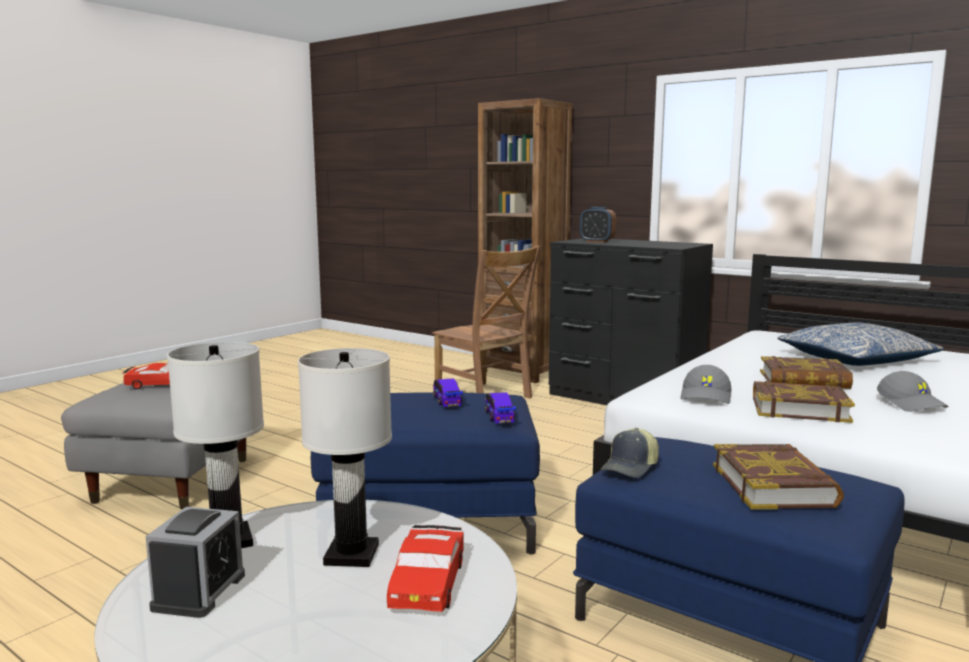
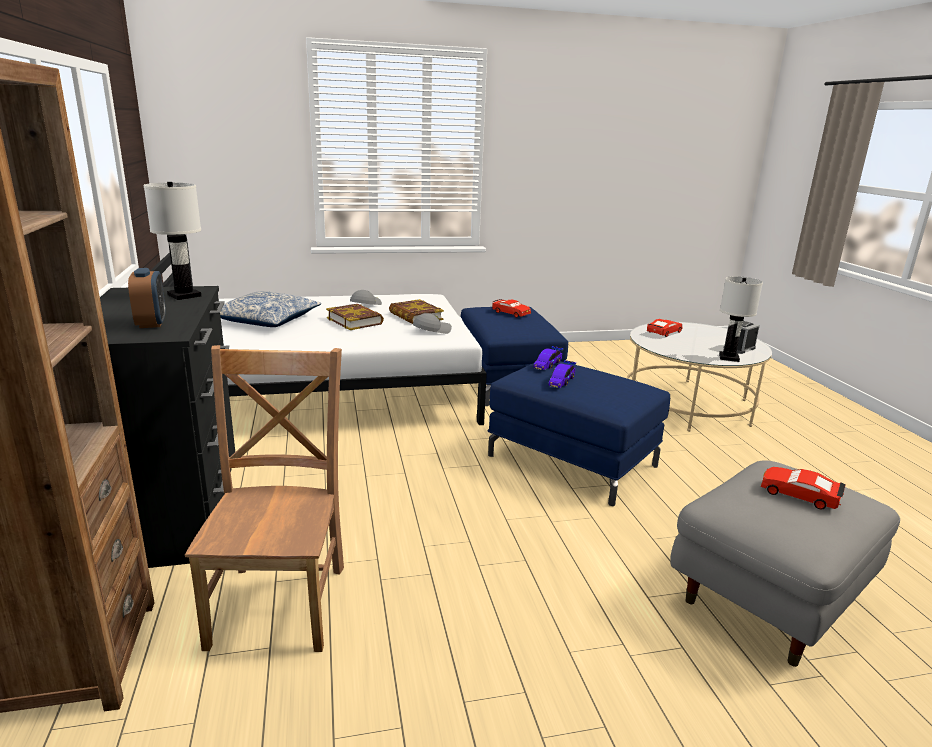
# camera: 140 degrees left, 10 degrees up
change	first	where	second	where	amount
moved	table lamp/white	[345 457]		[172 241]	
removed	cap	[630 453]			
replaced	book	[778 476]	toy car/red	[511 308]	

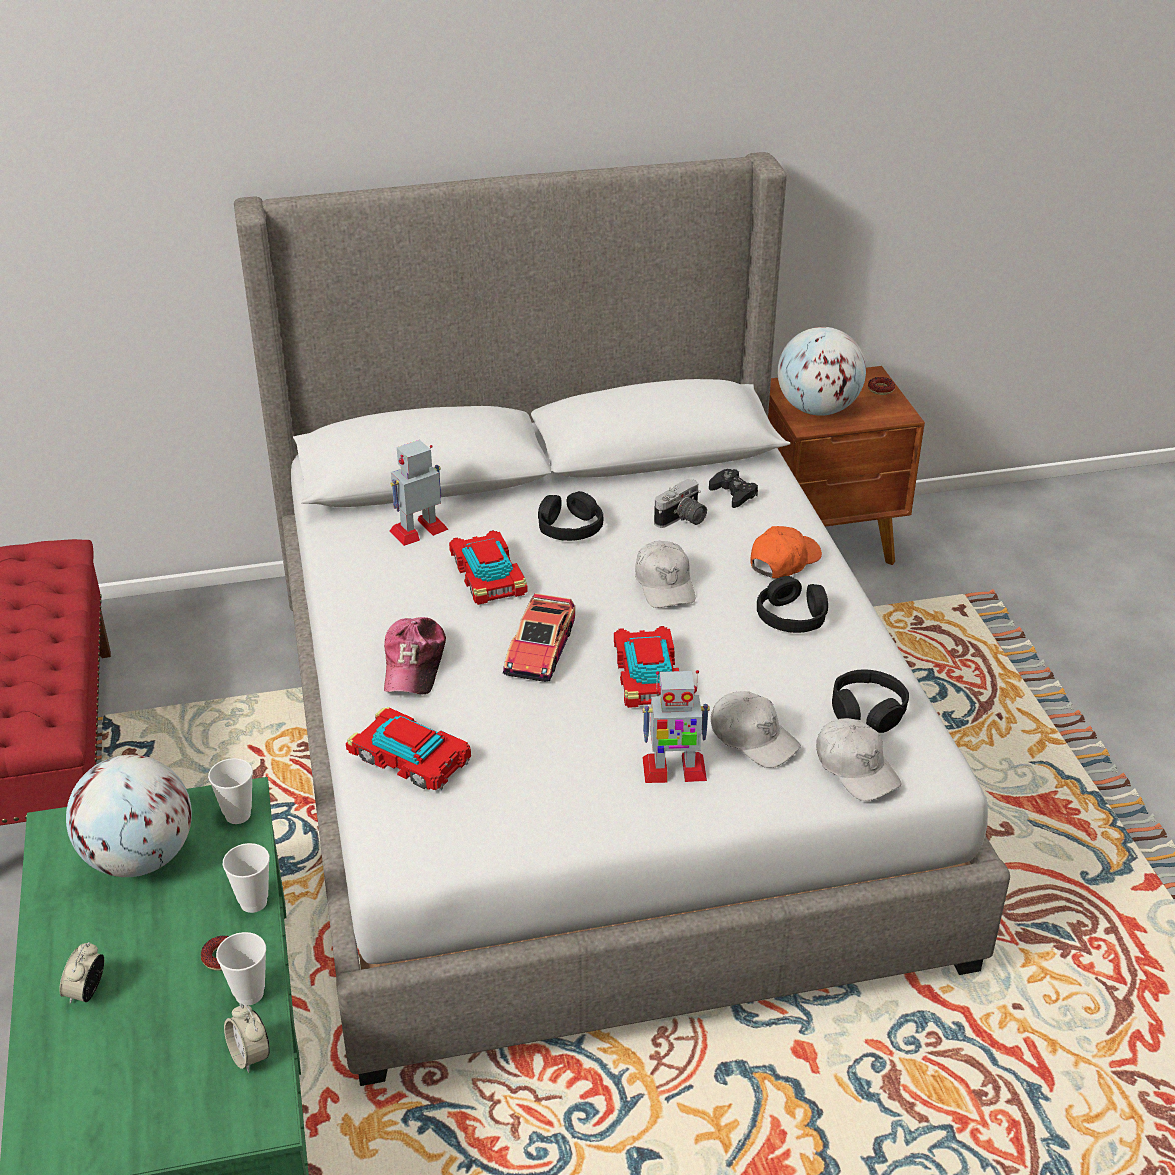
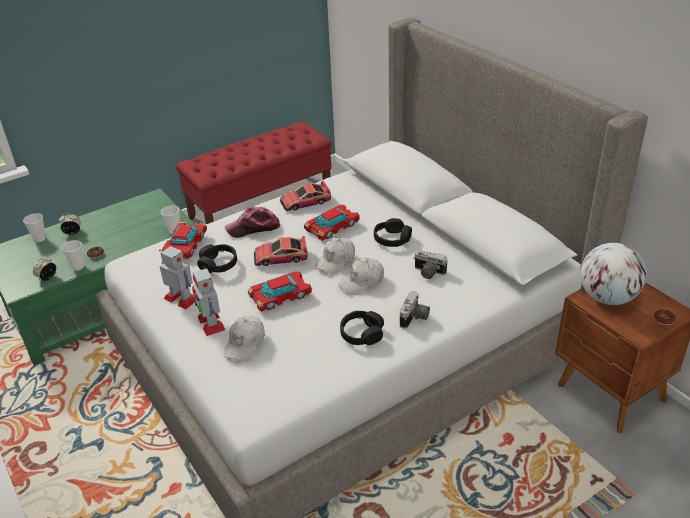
# camera: 70 degrees right, 0 degrees up
change	first	where	second	where	amount
removed	globe	[129 816]			
moved	cup	[246 878]		[34 227]	
moved	toy robot	[419 493]		[177 277]	
removed	game controller/black	[733 488]			
replaced	cap/orange	[786 552]	photo camera	[415 309]	
moved	cap/white	[858 759]		[335 255]	
moved	headphones/black	[870 701]		[217 258]	
added			toy car	[305 196]	

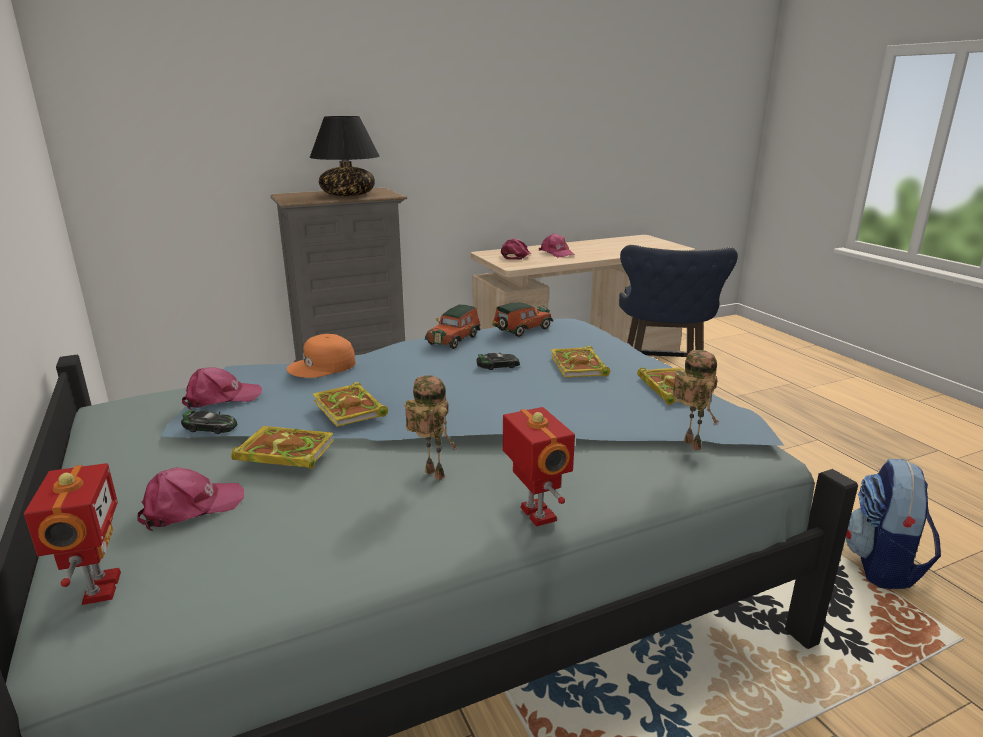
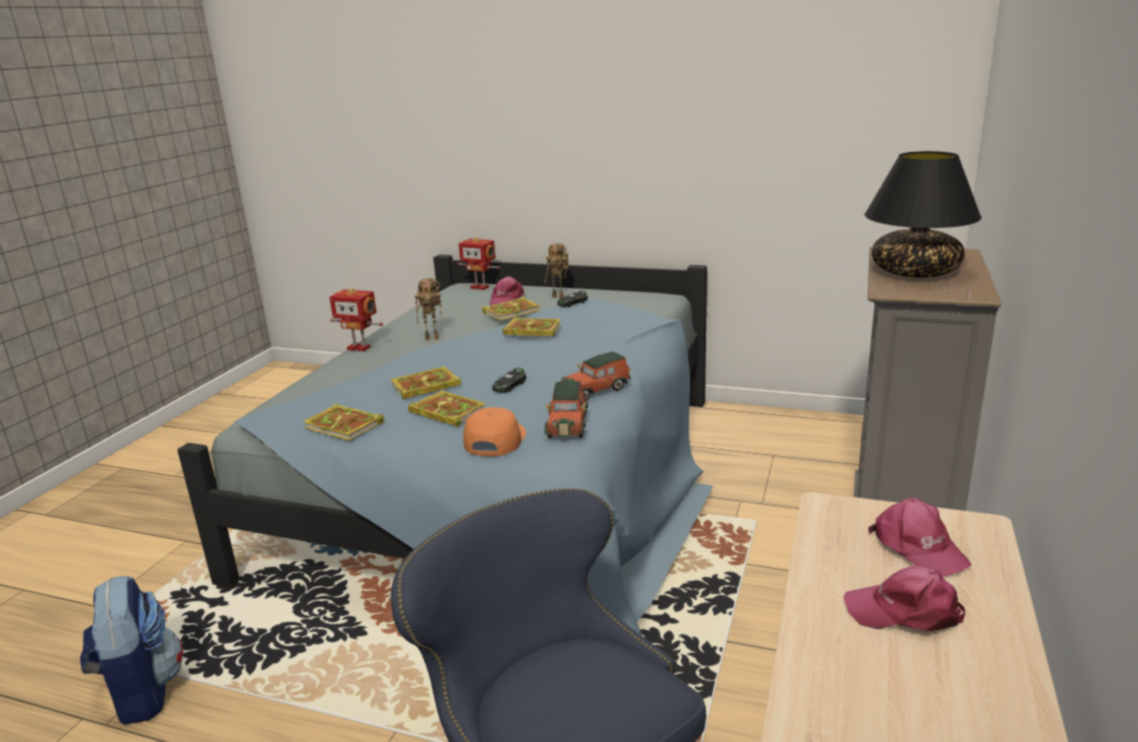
# camera: 135 degrees right, 0 degrees up
change	first	where	second	where	amount
removed	cap/pink	[222 388]			
moved	cap/orange	[321 356]		[494 431]	
turned	toy car	[452 327]		[596 376]	105 degrees counterclockwise
moved	toy robot	[695 400]		[557 270]	
added			book	[426 383]	

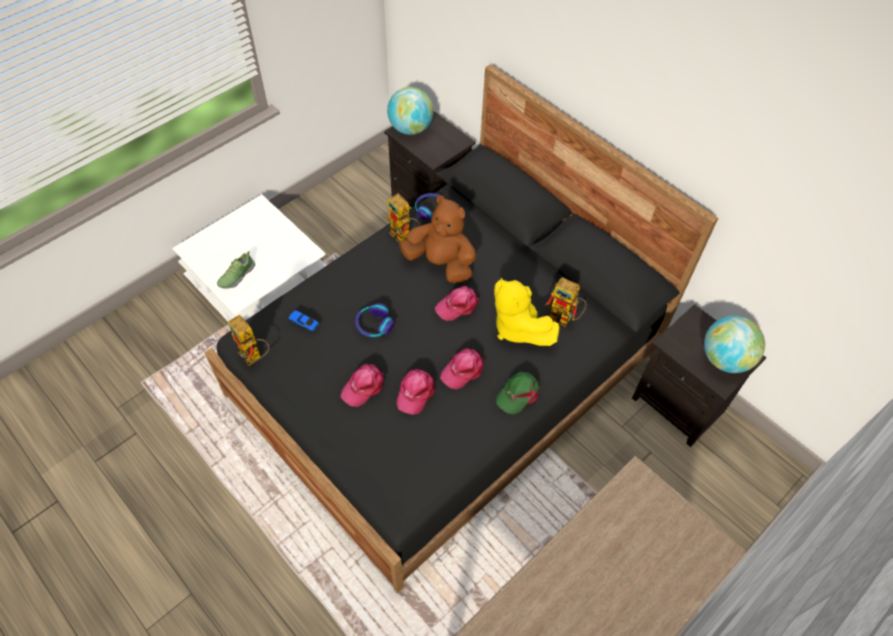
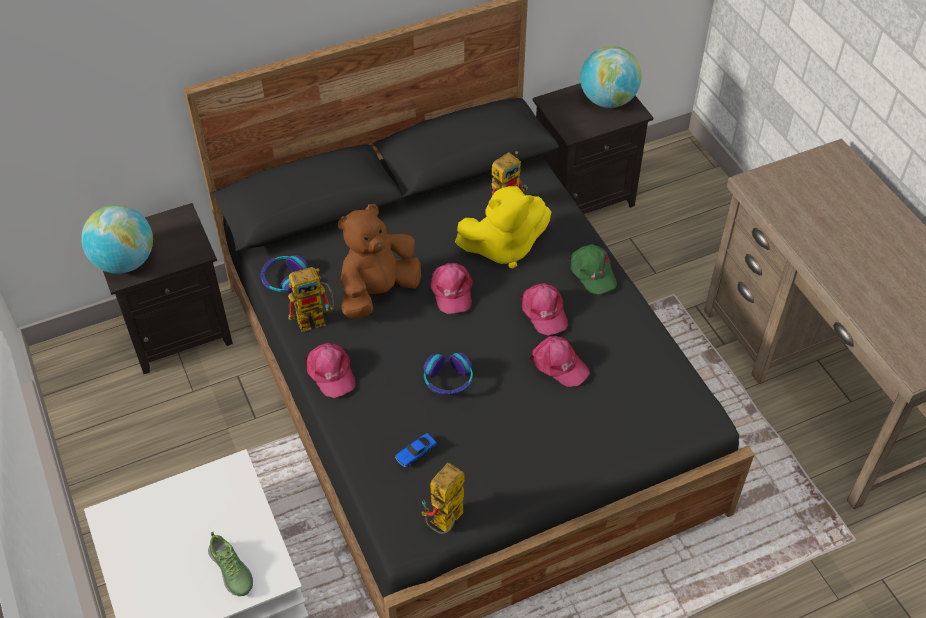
# camera: 70 degrees left, 5 degrees down
change	first	where	second	where	amount
turned	toy robot	[248 340]		[443 498]	150 degrees clockwise
moved	cap/pink	[362 385]		[330 370]	

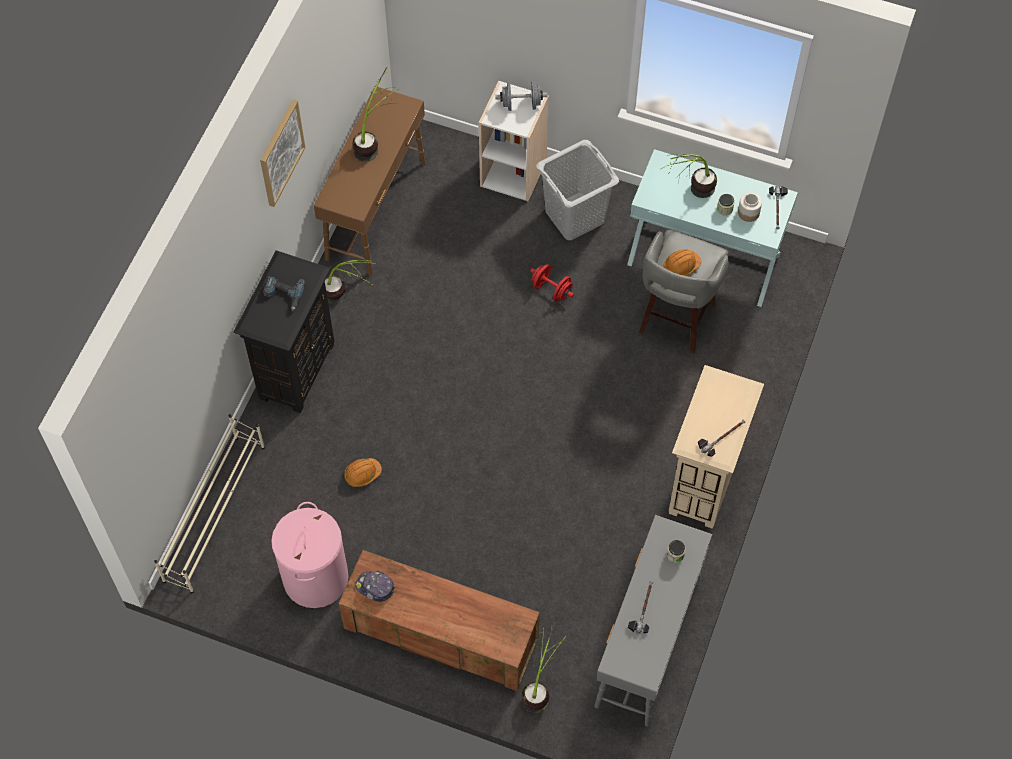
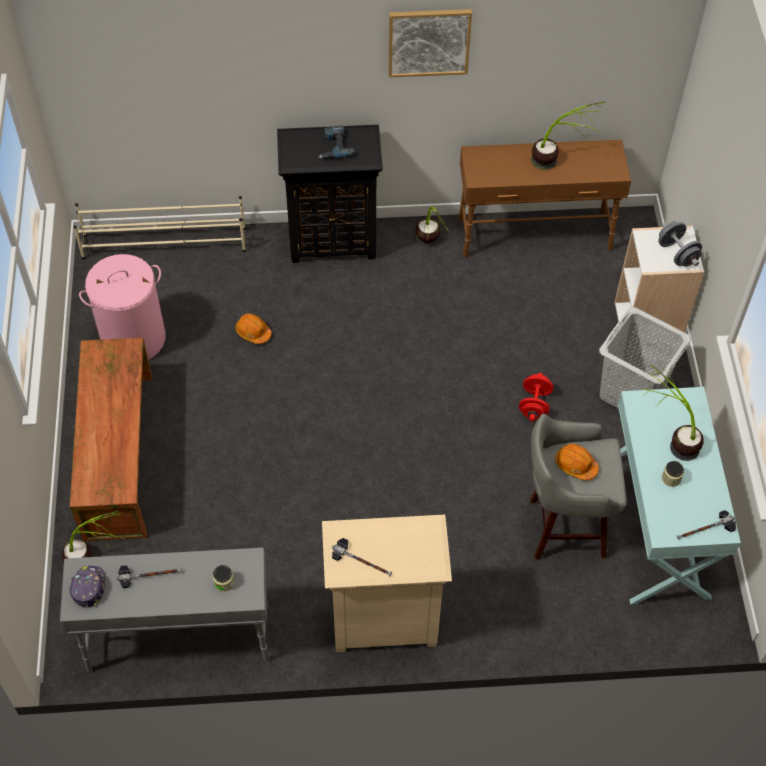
# camera: 65 degrees right, 5 degrees down
change	first	where	second	where	amount
moved	cap	[375 586]		[87 587]	
removed	jar	[750 207]			

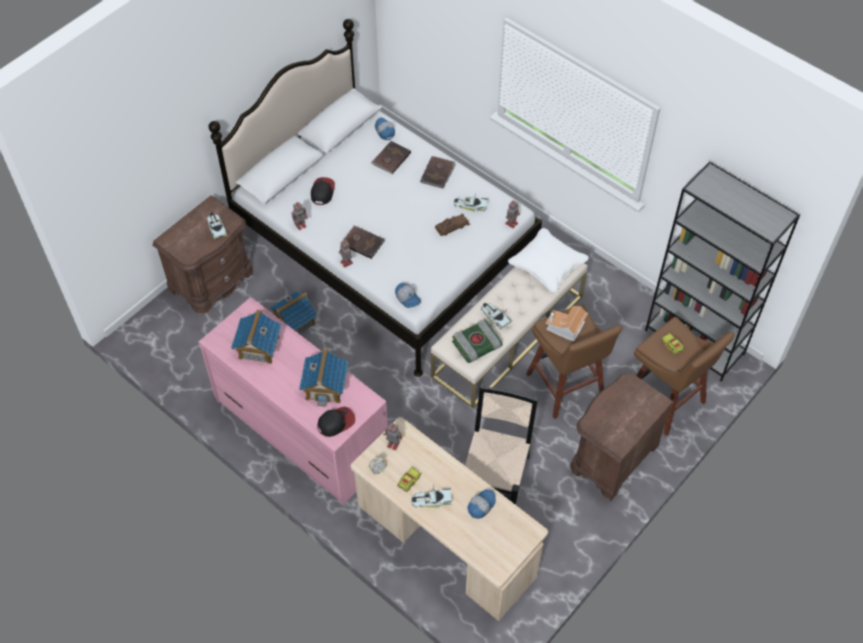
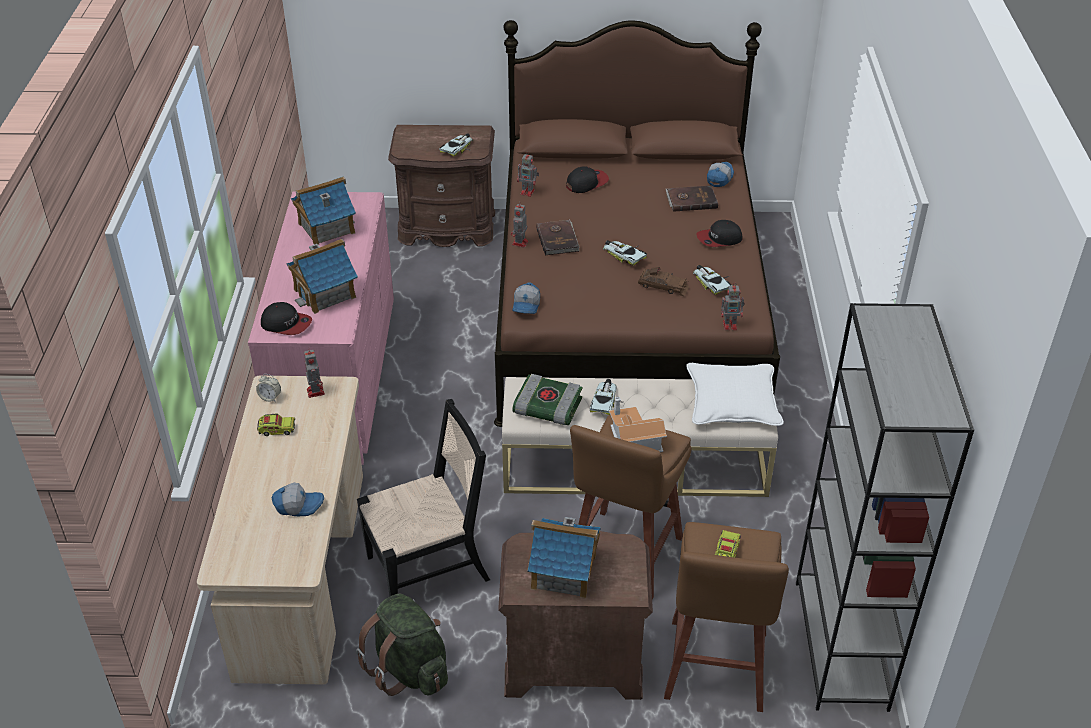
# camera: 50 degrees right, 15 degrees down
change	first	where	second	where	amount
recoloured	bed/white	[375 198]	bed/brown	[637 223]	
moved	toy house	[294 312]		[564 558]	
moved	toy car	[431 497]		[625 253]	
replaced	book/brown	[438 172]	cap	[719 233]	
added			backpack/green	[402 644]	

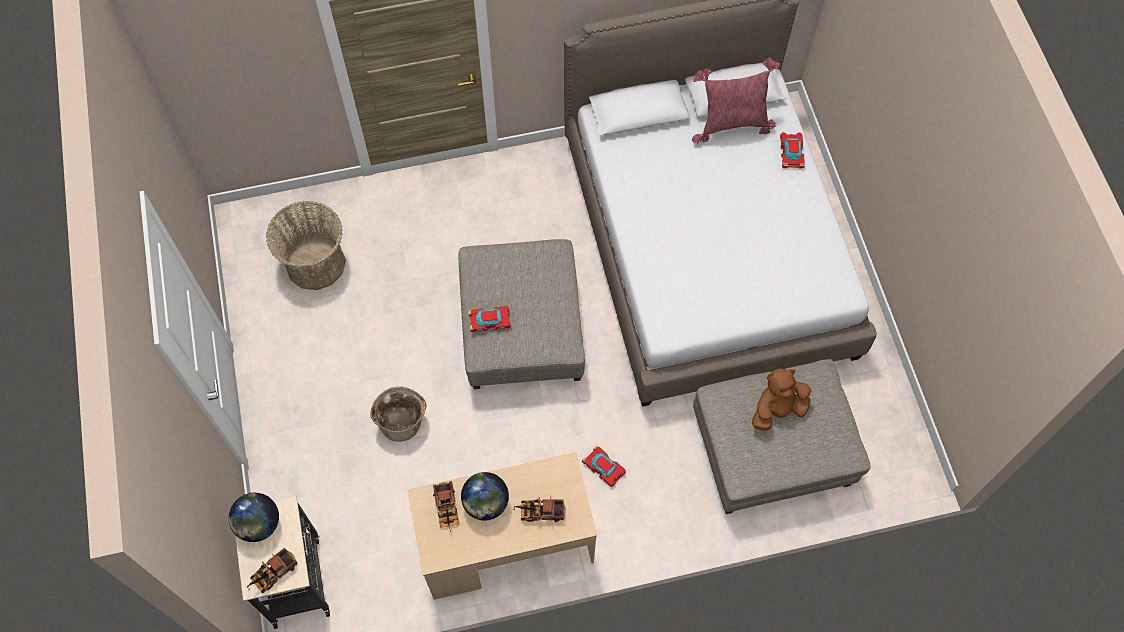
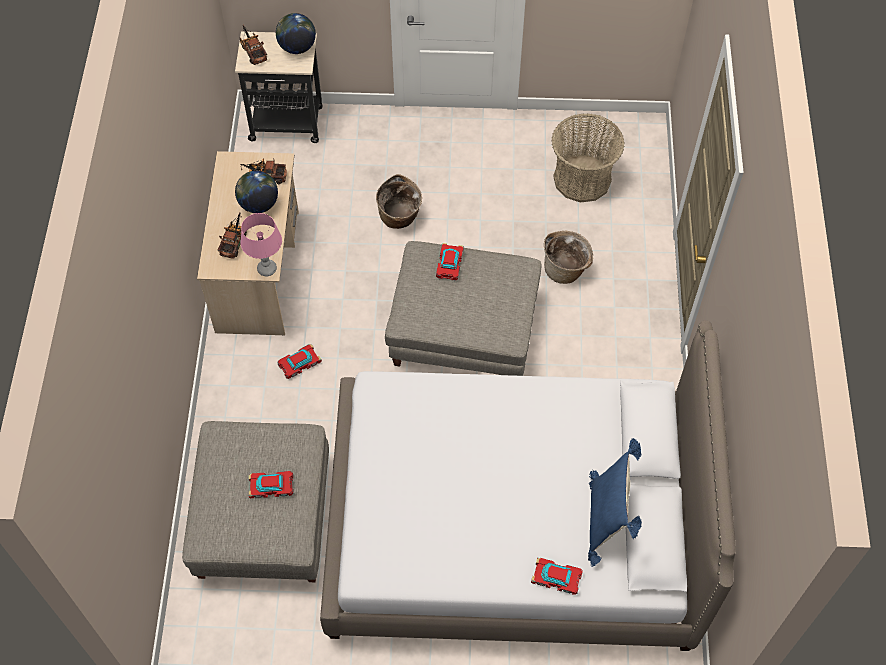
# camera: 105 degrees right, 5 degrees down
change	first	where	second	where	amount
recoloured	pillow/red	[736 100]	pillow/blue	[615 502]	
replaced	plush toy/brown	[782 399]	toy car	[271 484]	
added			table lamp/pink	[261 244]	
added			basket	[568 257]	

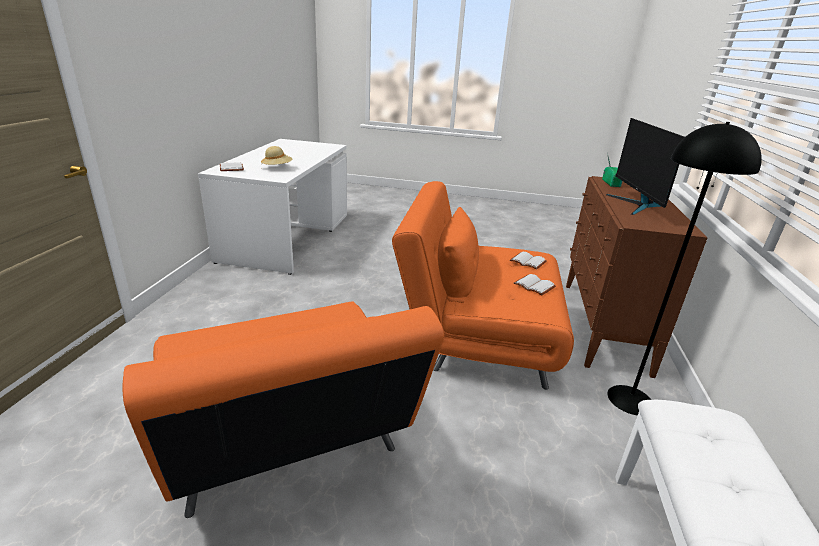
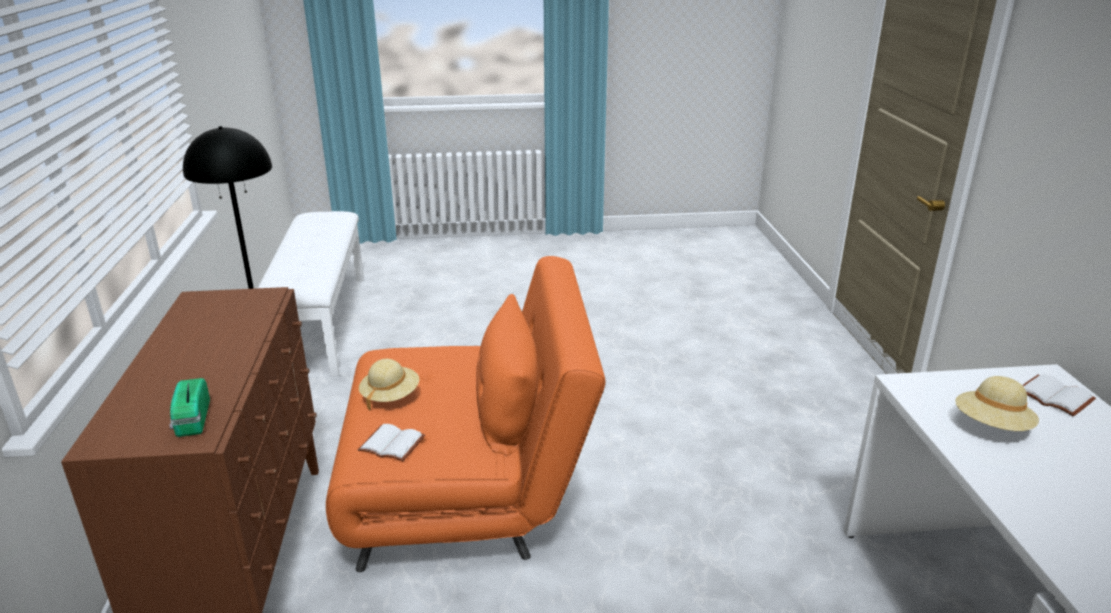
# camera: 165 degrees right, 0 degrees up
change	first	where	second	where	amount
removed	armchair/orange	[283 409]			
replaced	book/white	[535 285]	hat/beige	[389 384]	
removed	monitor	[645 166]			

